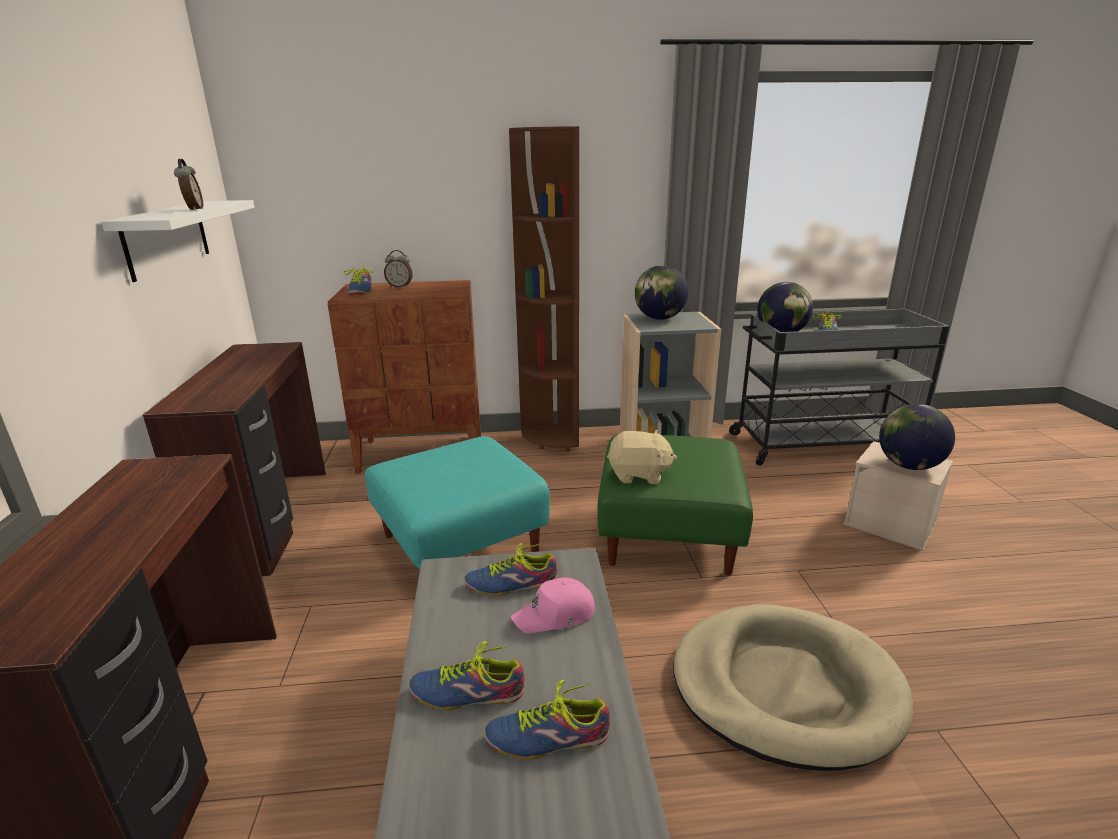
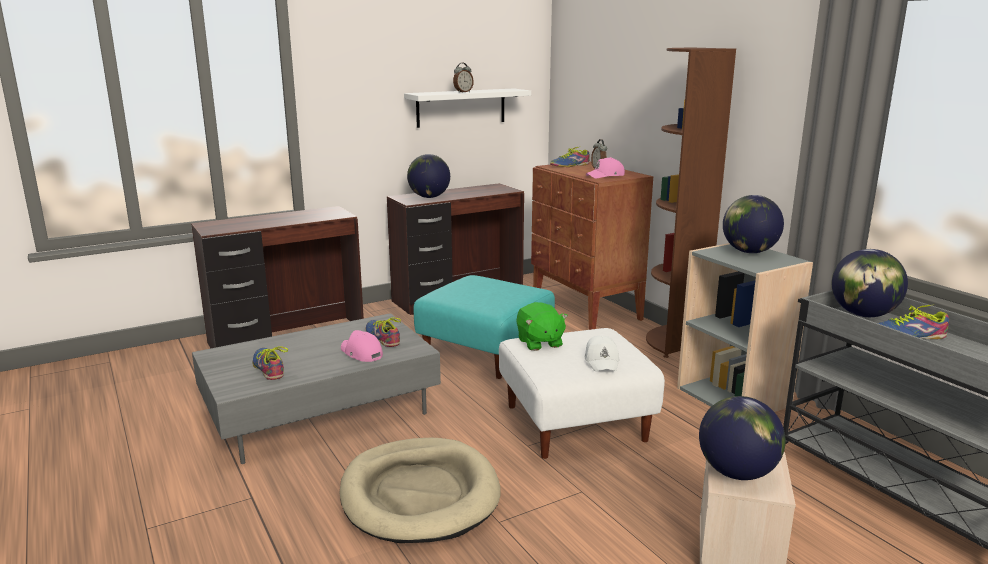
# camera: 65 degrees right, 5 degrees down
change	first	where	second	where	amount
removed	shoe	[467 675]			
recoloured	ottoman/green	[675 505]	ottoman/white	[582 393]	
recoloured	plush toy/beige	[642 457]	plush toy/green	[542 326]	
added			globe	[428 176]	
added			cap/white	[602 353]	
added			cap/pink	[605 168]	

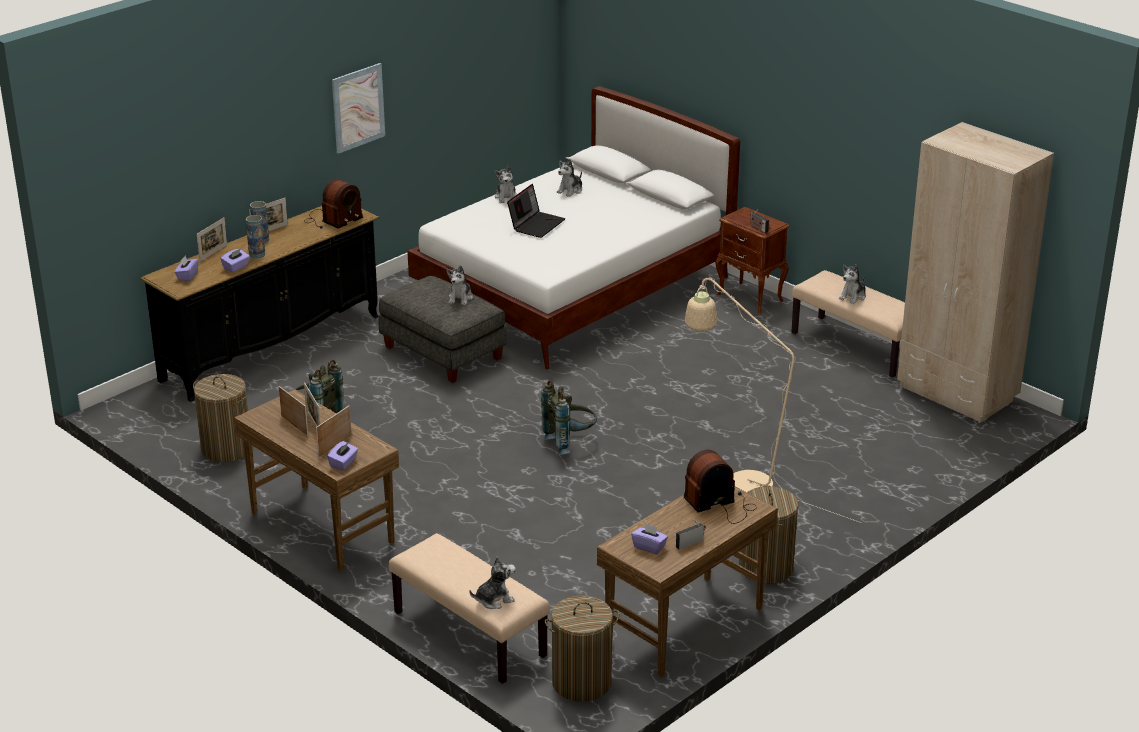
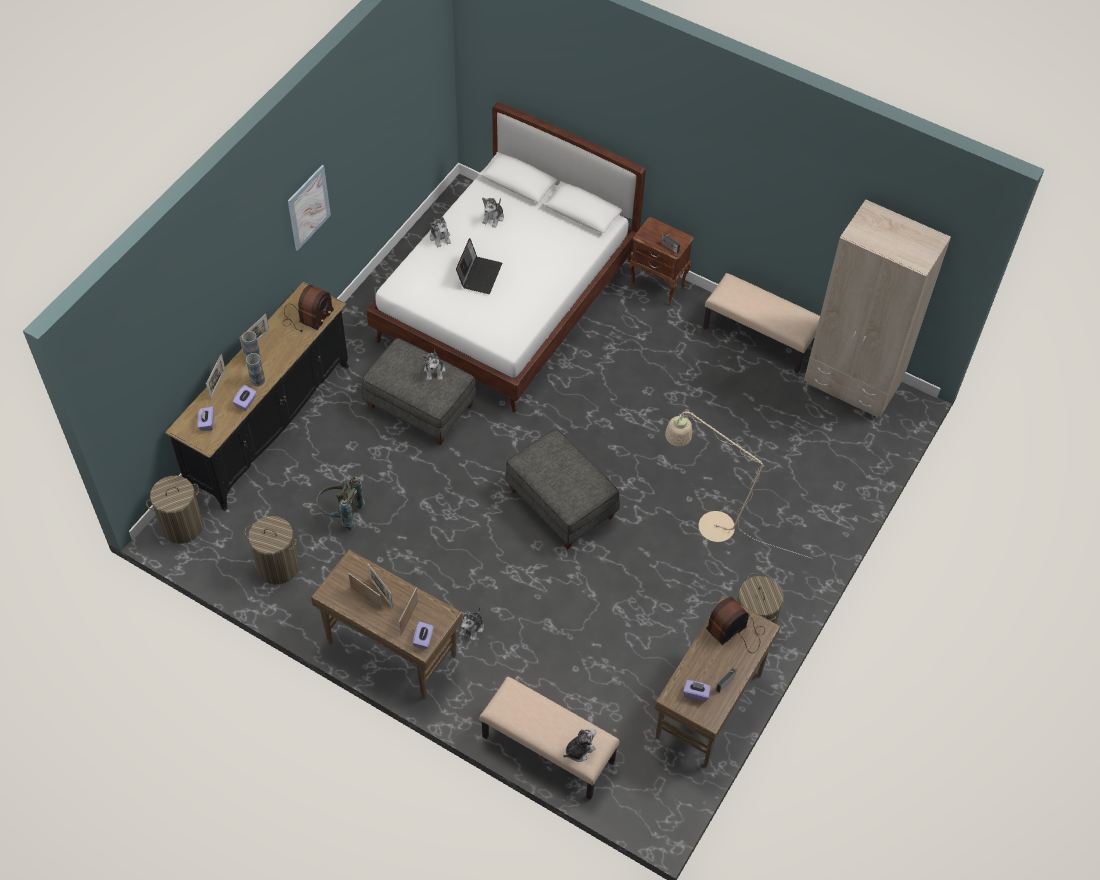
# camera: 15 degrees left, 25 degrees up
change	first	where	second	where	amount
replaced	backpack/grey	[569 417]	ottoman/grey	[563 489]	
moved	laundry basket	[582 648]		[174 510]	
moved	plush toy	[852 284]		[471 624]	

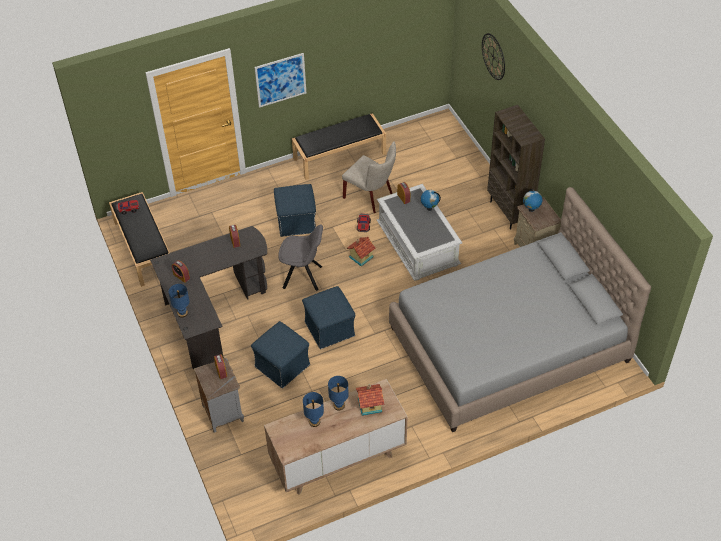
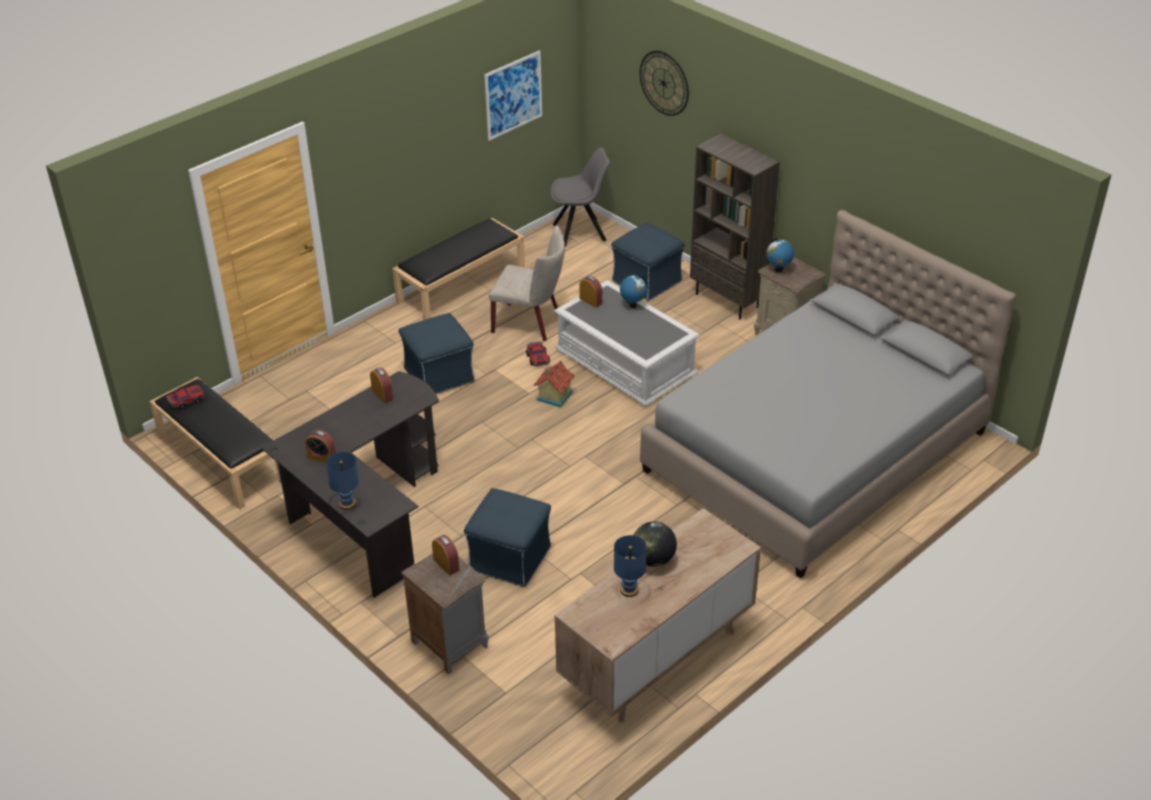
# camera: 20 degrees left, 10 degrees down
change	first	where	second	where	amount
moved	picture	[280 80]		[513 96]	
moved	chair/grey	[300 257]		[580 197]	
moved	ottoman/blue	[328 317]		[648 262]	
replaced	table lamp/blue	[338 393]	globe	[655 544]	
removed	toy house	[370 400]			

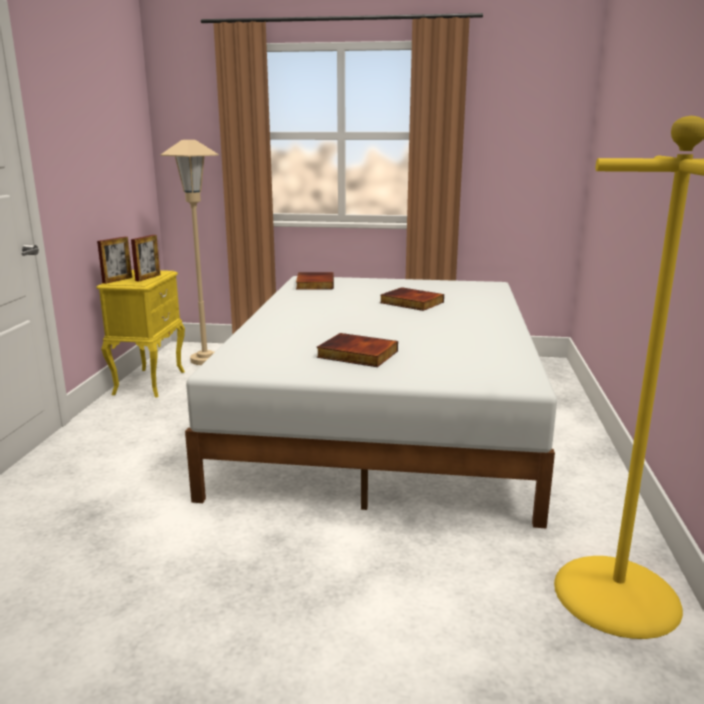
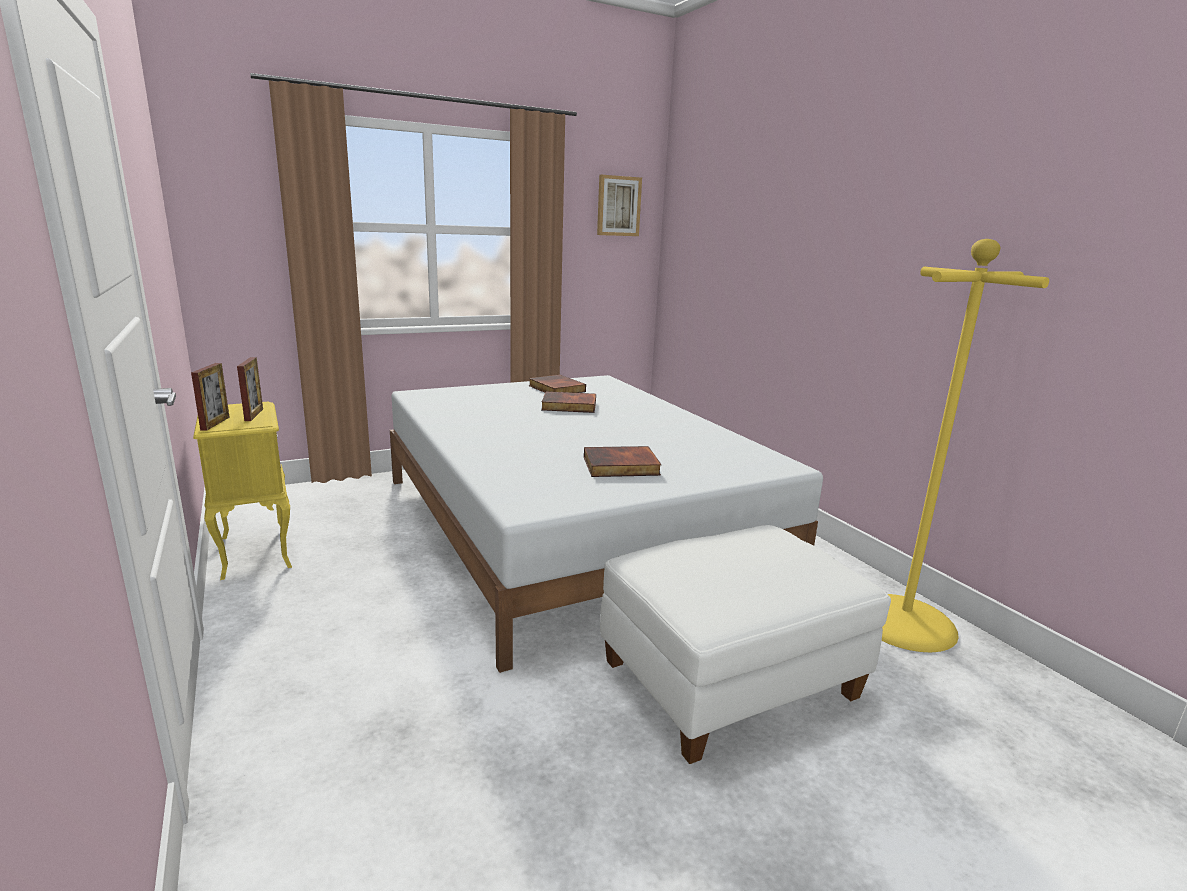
# camera: 35 degrees left, 0 degrees up
change	first	where	second	where	amount
removed	floor lamp/beige	[189 252]			
moved	book	[315 281]		[557 384]	
added			picture	[619 205]	
added			ottoman/white	[745 644]	

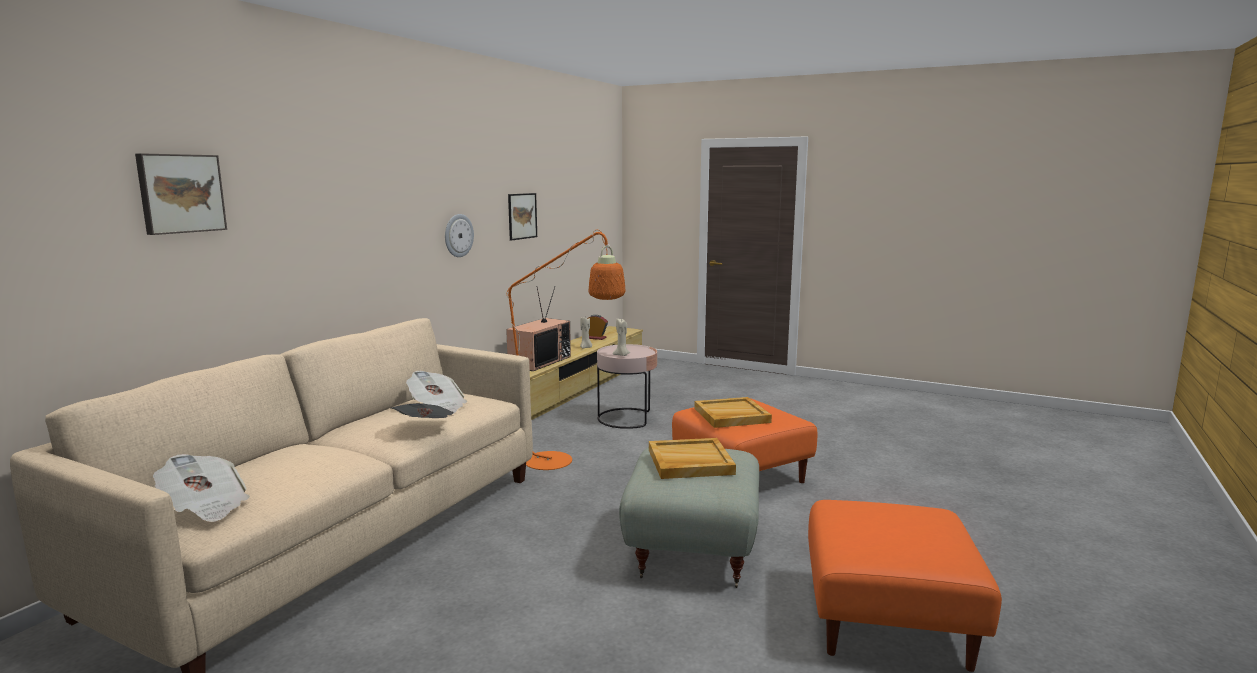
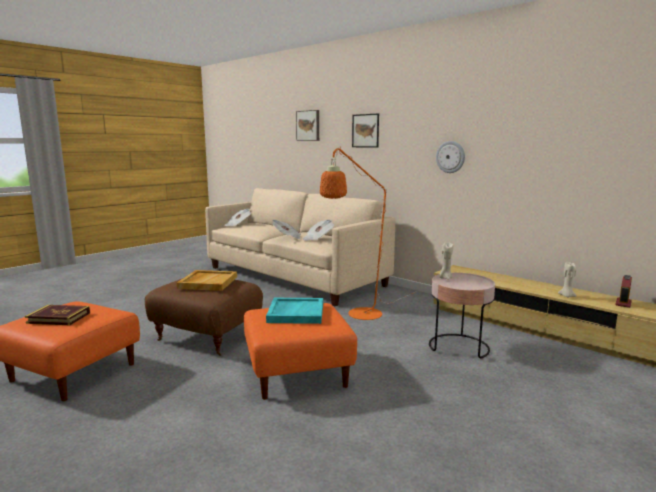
# camera: 105 degrees right, 0 degrees up
change	first	where	second	where	amount
removed	television	[538 328]			
moved	picture	[522 217]		[365 130]	
recoloured	ottoman/grey	[689 517]	ottoman/brown	[204 317]	
recoloured	tray/beige	[733 412]	tray/turquoise	[294 311]	
added			book	[57 315]	

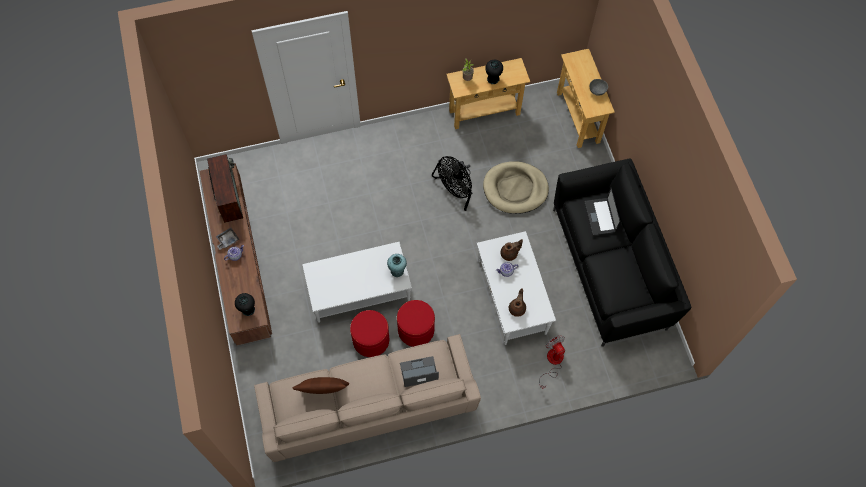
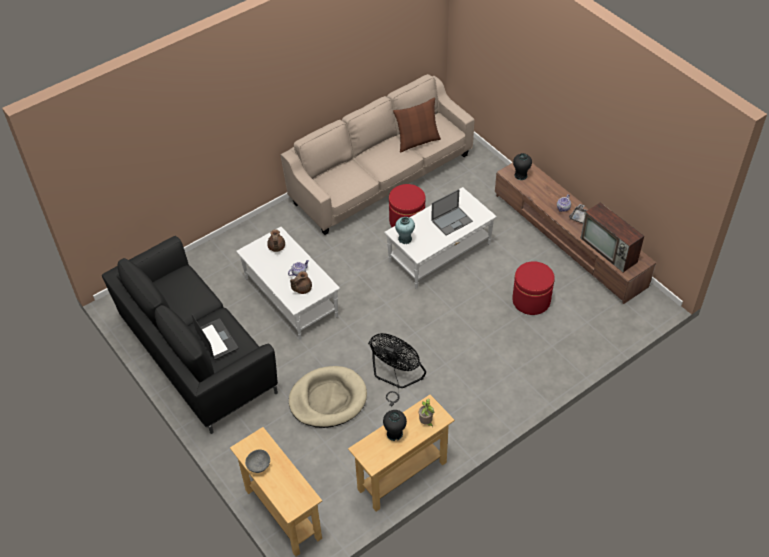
# camera: 160 degrees right, 15 degrees down
change	first	where	second	where	amount
moved	ottoman/red	[416 323]		[533 288]	
moved	laptop	[419 371]		[452 212]	
removed	fan	[552 362]			

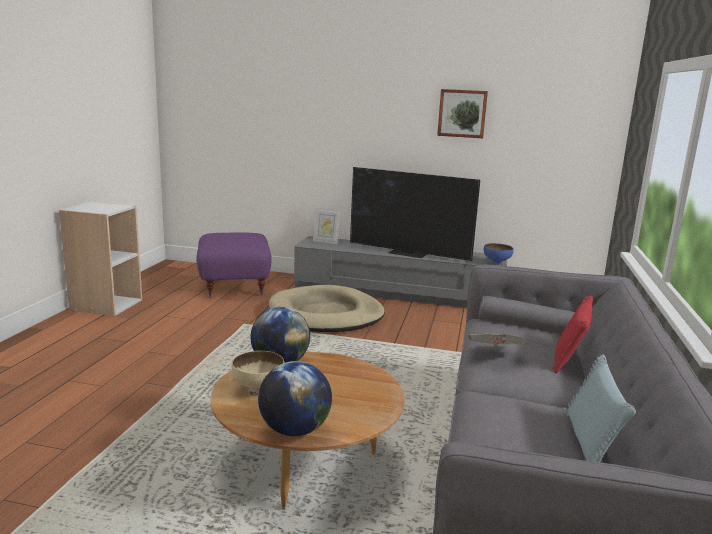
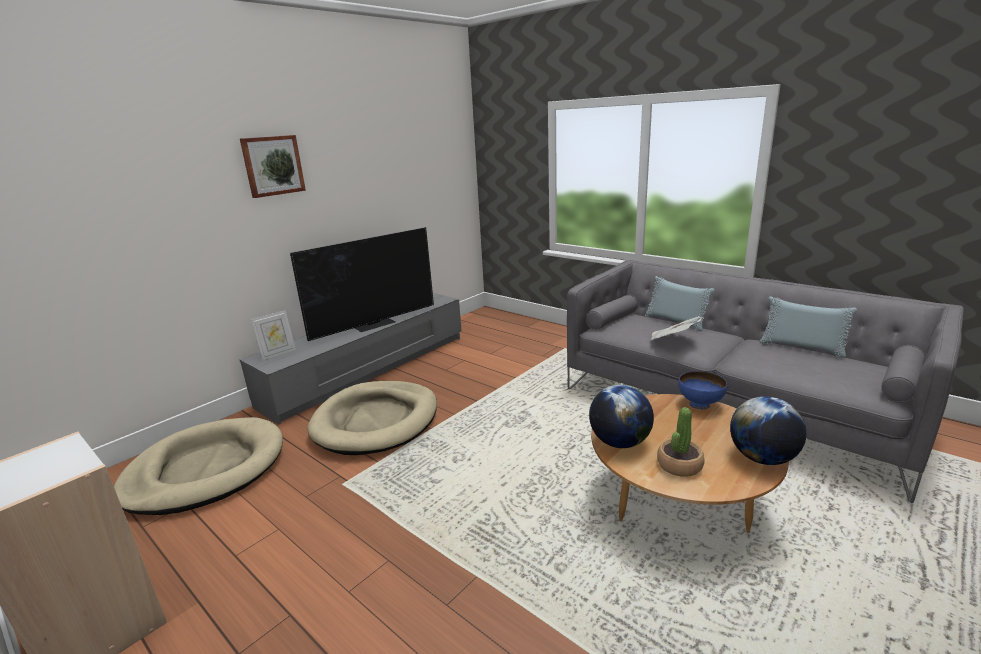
# camera: 60 degrees left, 5 degrees up
change	first	where	second	where	amount
replaced	ottoman/purple	[234 265]	dog bed/beige	[198 466]	
replaced	bowl/beige	[258 373]	potted plant	[680 442]	
moved	picture	[462 113]		[273 166]	
moved	bowl/blue	[498 254]		[702 390]	
recoloured	pillow/red	[573 334]	pillow/blue	[679 303]	

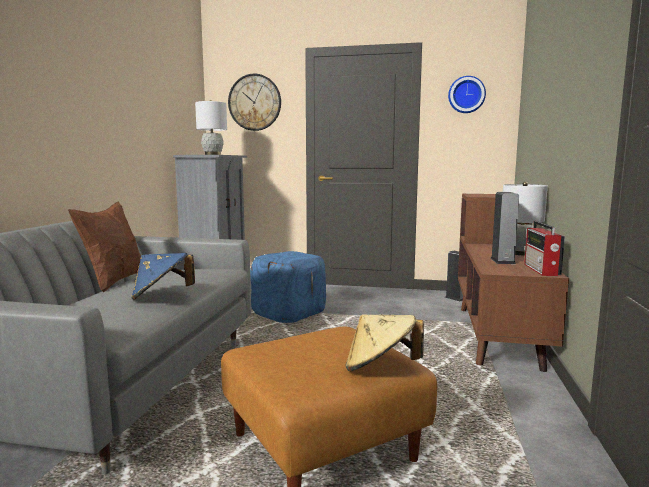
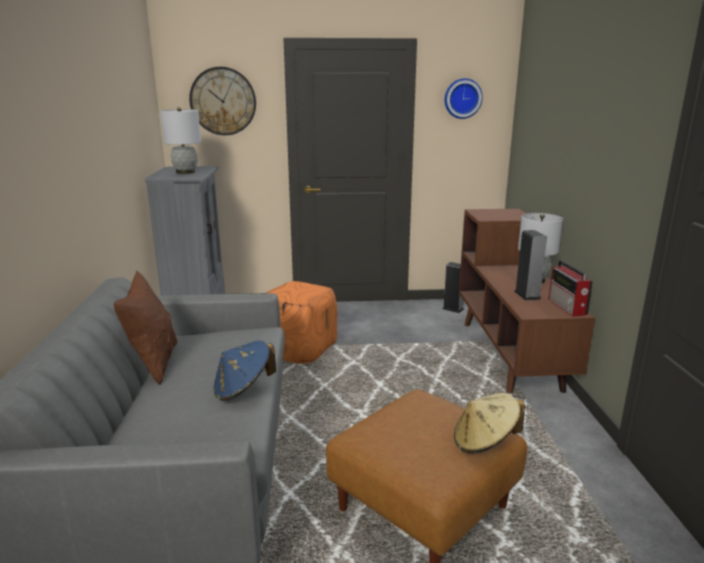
# camera: 15 degrees left, 10 degrees up
change	first	where	second	where	amount
recoloured	ottoman/blue	[288 287]	ottoman/orange	[301 322]	

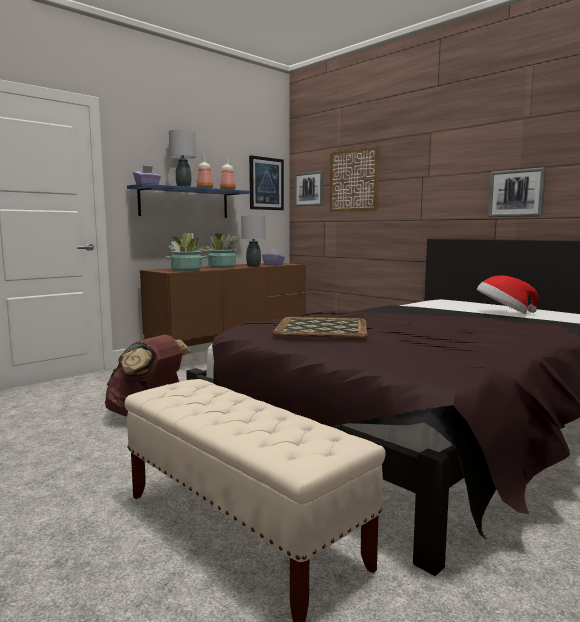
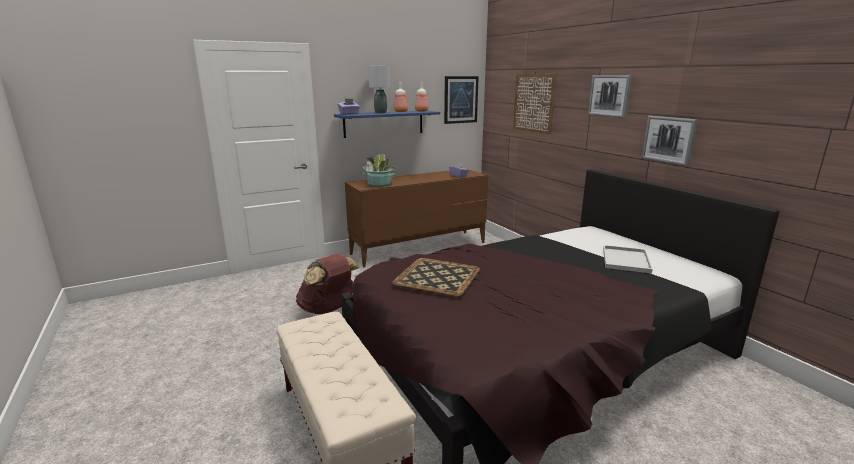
# camera: 15 degrees right, 10 degrees up
change	first	where	second	where	amount
removed	potted plant	[223 250]			
removed	table lamp/grey	[253 241]			
moved	picture	[309 189]		[610 96]	
replaced	hat	[508 294]	tray/white	[628 259]	

